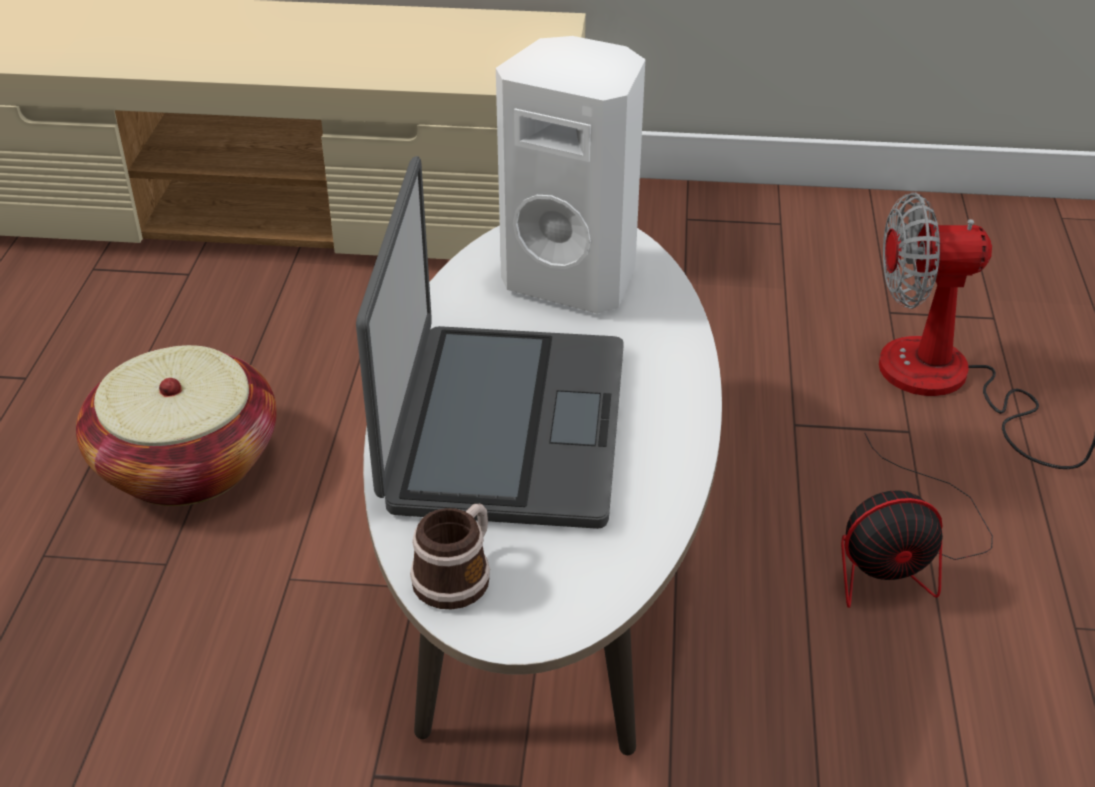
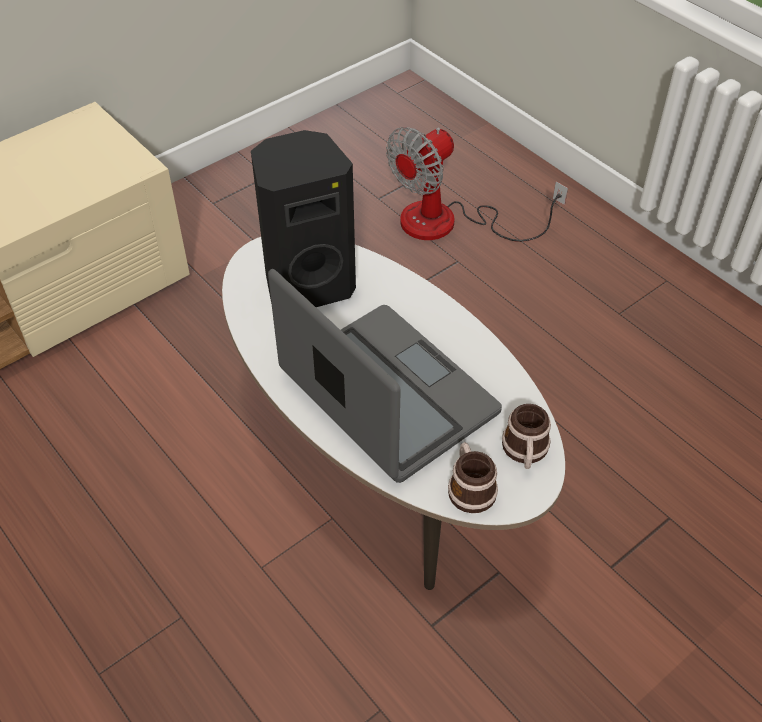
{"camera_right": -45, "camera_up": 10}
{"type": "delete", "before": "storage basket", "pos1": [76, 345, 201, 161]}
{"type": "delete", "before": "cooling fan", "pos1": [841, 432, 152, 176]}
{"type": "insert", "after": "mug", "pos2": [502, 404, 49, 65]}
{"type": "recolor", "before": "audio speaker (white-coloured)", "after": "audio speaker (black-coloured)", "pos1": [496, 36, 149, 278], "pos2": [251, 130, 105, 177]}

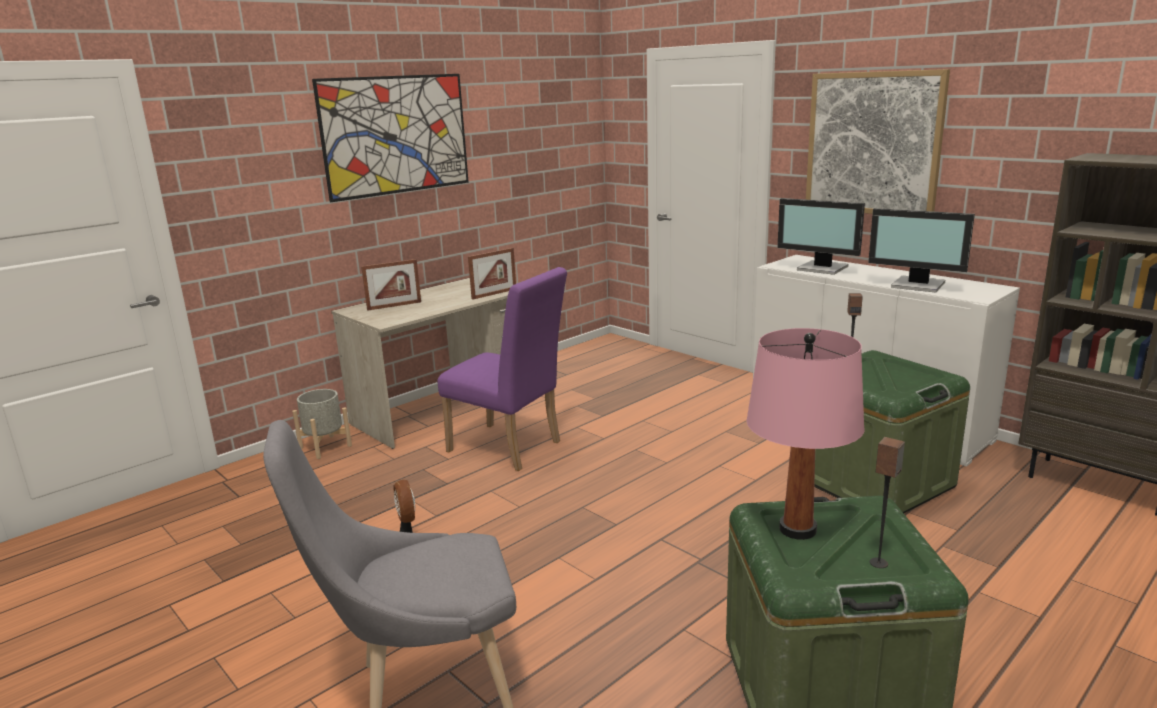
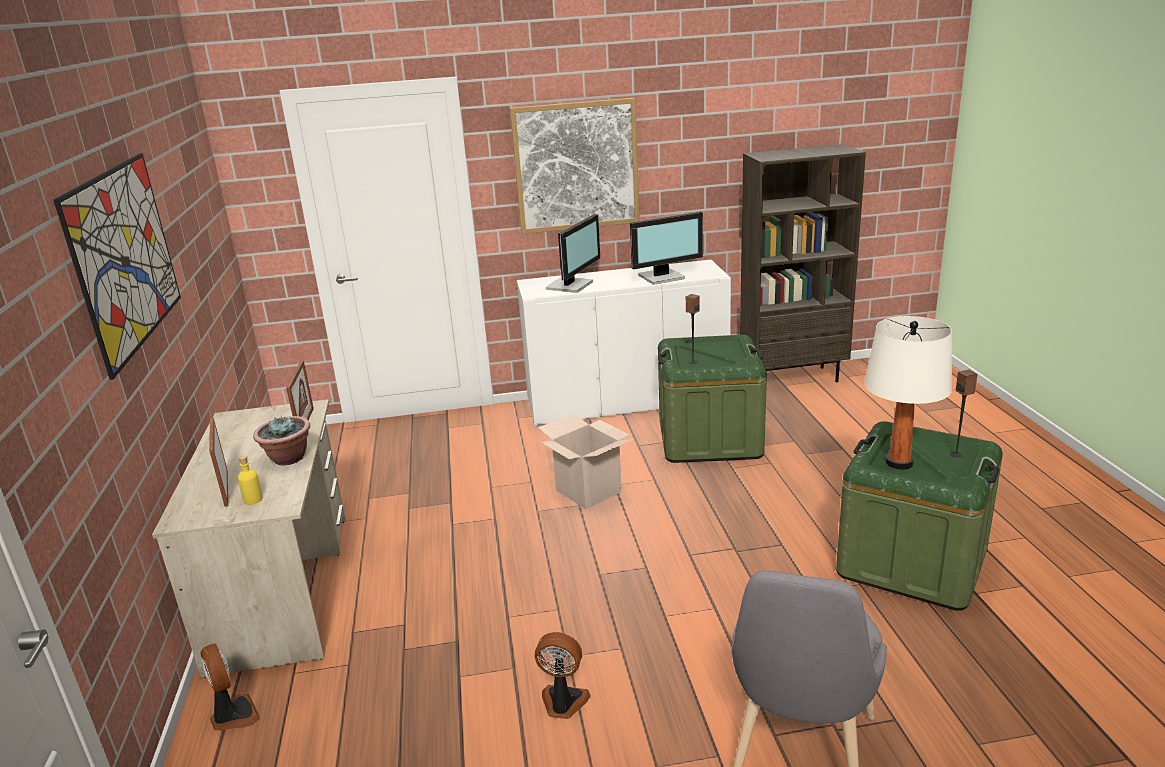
{"camera_right": -55, "camera_up": 5}
{"type": "delete", "before": "upright chair (purple-coloured)", "pos1": [437, 267, 130, 204]}
{"type": "insert", "after": "bottle (yellow-coloured)", "pos2": [238, 455, 25, 50]}
{"type": "insert", "after": "potted plant", "pos2": [253, 415, 57, 50]}
{"type": "insert", "after": "cardboard box", "pos2": [538, 413, 95, 96]}
{"type": "replace", "before": "planter (gray)", "after": "cooling fan", "pos1": [292, 389, 60, 70], "pos2": [200, 644, 60, 87]}
{"type": "recolor", "before": "lamp for a table (pinkish)", "after": "lamp for a table (white-coloured)", "pos1": [746, 328, 119, 212], "pos2": [865, 316, 87, 153]}
{"type": "rotate", "before": "standing frame", "pos1": [361, 259, 60, 52], "pos2": [209, 417, 19, 90], "turn": 150}
{"type": "rotate", "before": "computer display", "pos1": [777, 198, 88, 77], "pos2": [546, 214, 54, 79], "turn": -45}

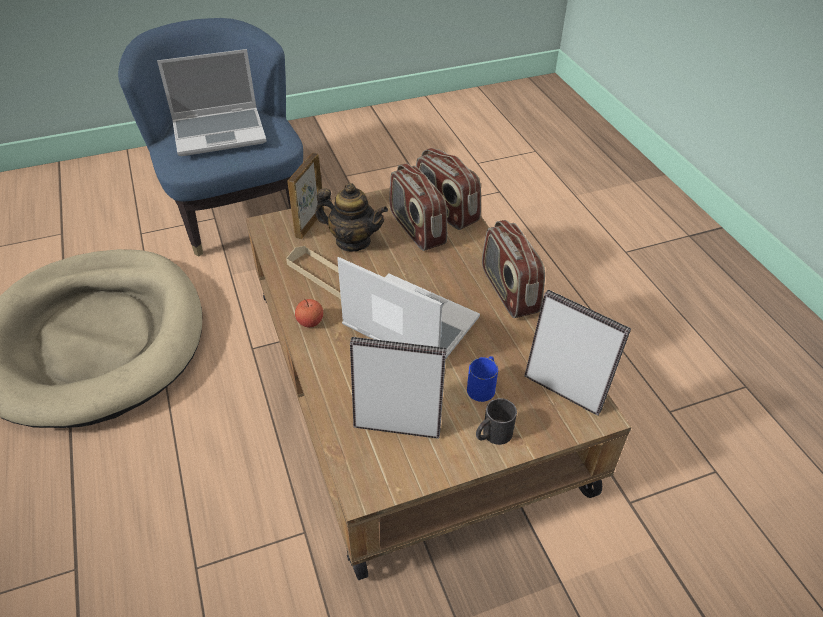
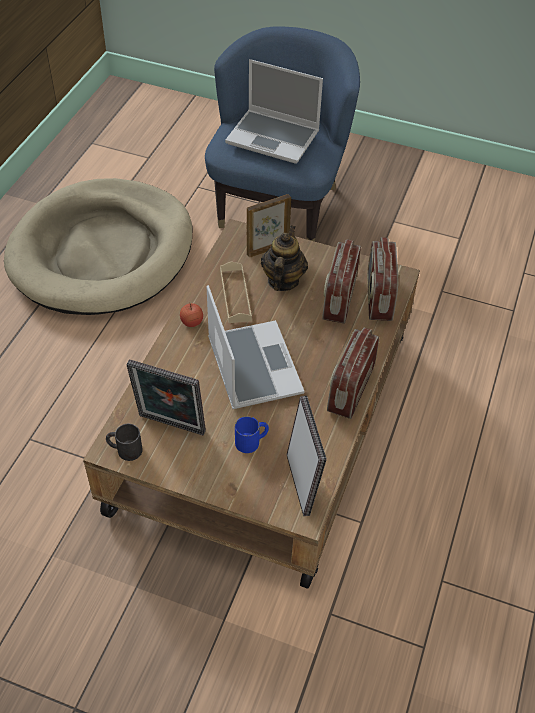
{"camera_right": 40, "camera_up": 5}
{"type": "move", "before": "mug (black-coloured)", "pos1": [476, 398, 41, 47], "pos2": [106, 424, 37, 37]}
{"type": "rotate", "before": "tea pot", "pos1": [315, 183, 73, 68], "pos2": [261, 225, 47, 66], "turn": -135}
{"type": "rotate", "before": "standing frame", "pos1": [350, 337, 96, 102], "pos2": [126, 359, 80, 76], "turn": 150}

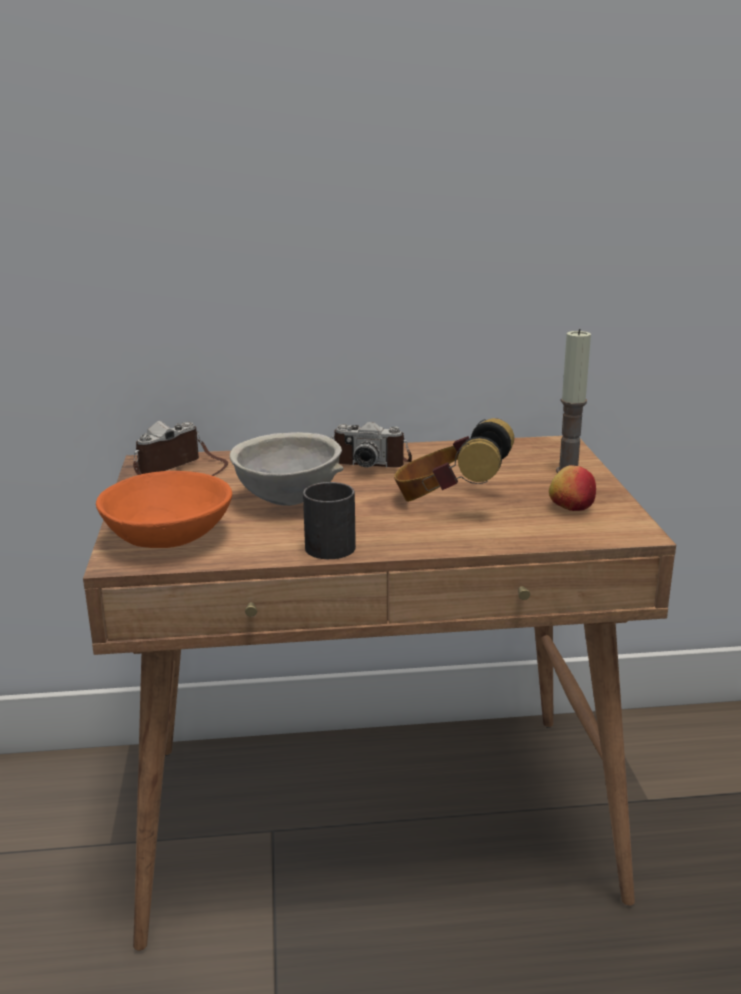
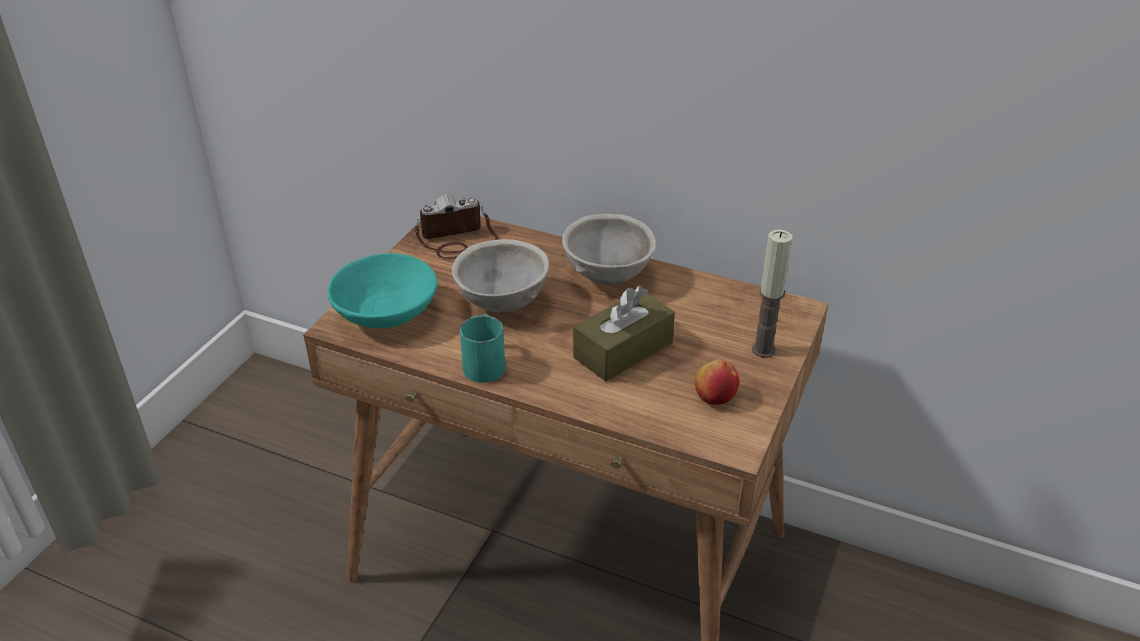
{"camera_right": 30, "camera_up": 15}
{"type": "replace", "before": "still camera", "after": "deep dish (gray)", "pos1": [331, 422, 81, 46], "pos2": [562, 214, 94, 70]}
{"type": "replace", "before": "pair of headphones", "after": "tissue holder (brown)", "pos1": [394, 418, 120, 84], "pos2": [573, 286, 102, 95]}
{"type": "recolor", "before": "deep dish (orange-coloured)", "after": "deep dish (turquoise)", "pos1": [96, 471, 136, 77], "pos2": [328, 253, 110, 75]}
{"type": "recolor", "before": "mug (black-coloured)", "after": "mug (turquoise)", "pos1": [303, 482, 53, 77], "pos2": [460, 314, 45, 69]}

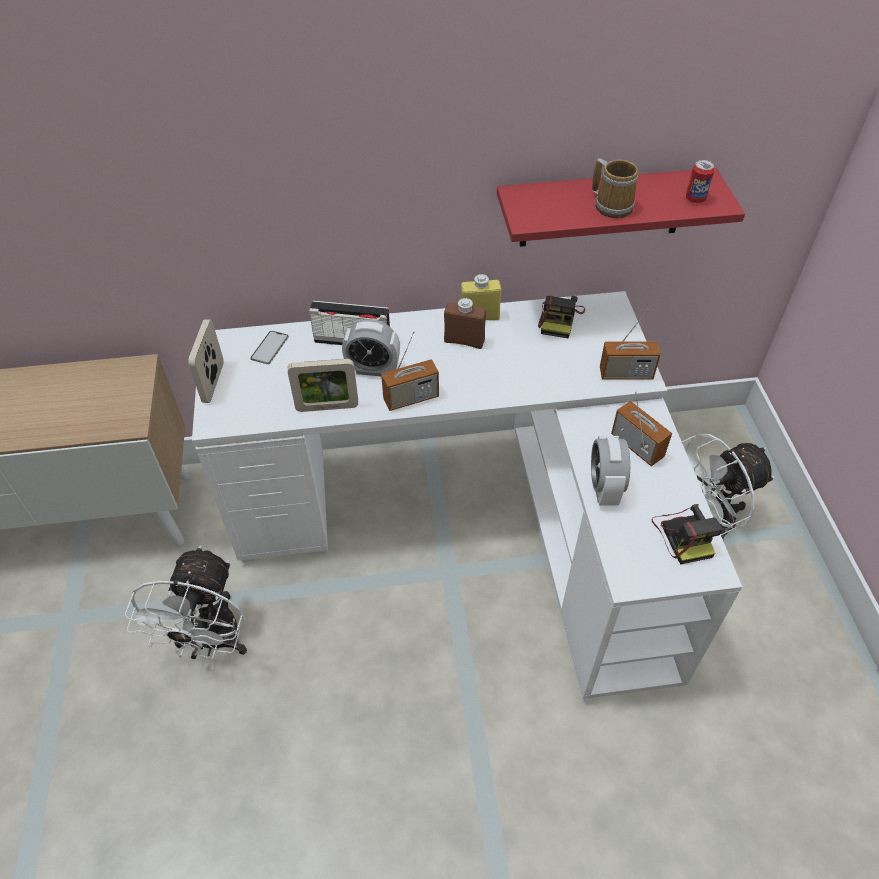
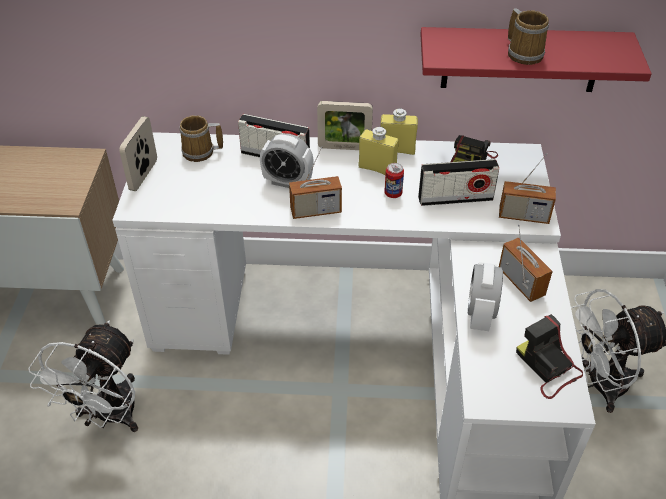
{"camera_right": 10, "camera_up": -5}
{"type": "insert", "after": "radio receiver", "pos2": [418, 159, 81, 47]}
{"type": "move", "before": "standing frame", "pos1": [288, 359, 70, 53], "pos2": [317, 101, 56, 49]}
{"type": "move", "before": "metal can", "pos1": [686, 160, 29, 43], "pos2": [384, 163, 20, 35]}
{"type": "replace", "before": "telephone", "after": "mug", "pos1": [250, 331, 39, 33], "pos2": [179, 116, 44, 46]}
{"type": "recolor", "before": "bottle (brown)", "after": "bottle (yellow-coloured)", "pos1": [444, 298, 42, 51], "pos2": [359, 127, 40, 48]}
{"type": "rotate", "before": "still camera", "pos1": [652, 504, 71, 60], "pos2": [516, 314, 67, 85], "turn": 150}

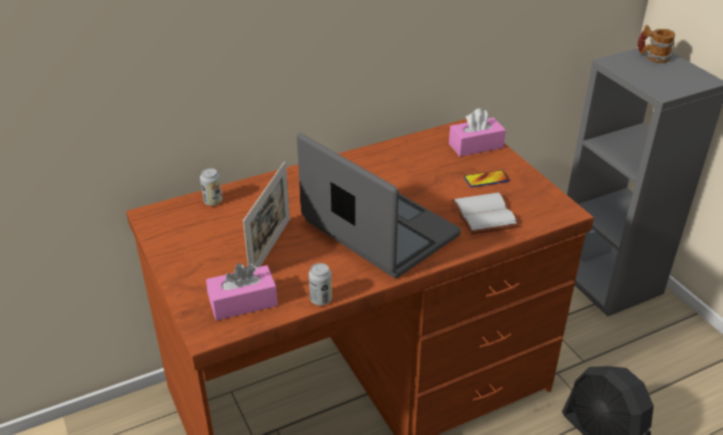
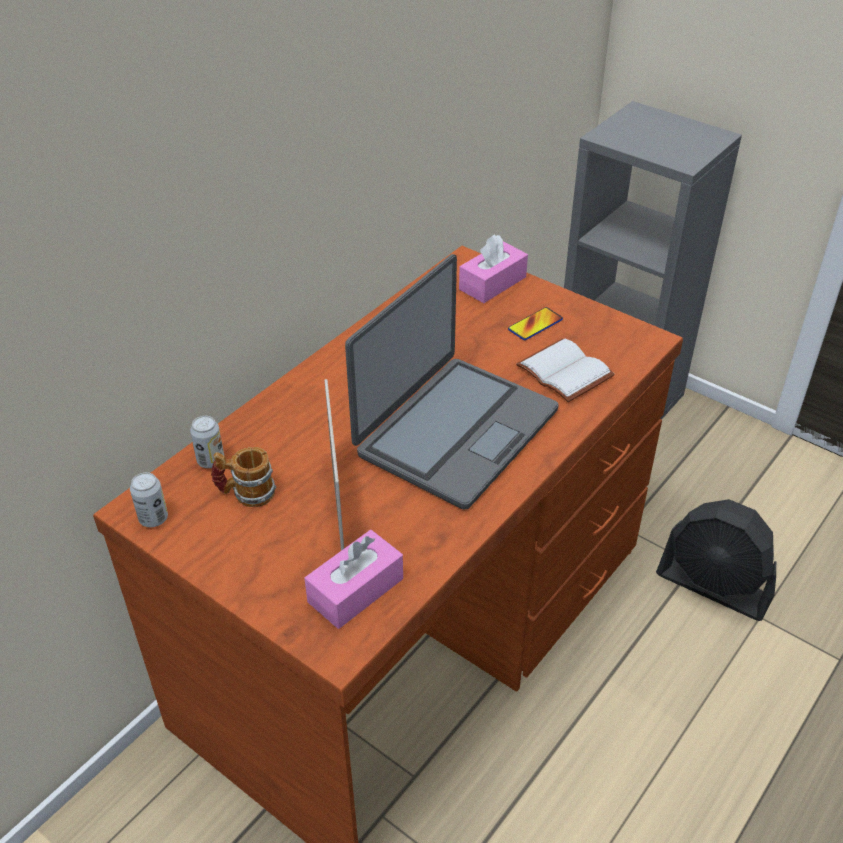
{"camera_right": -25, "camera_up": 5}
{"type": "move", "before": "metal can", "pos1": [309, 263, 23, 43], "pos2": [130, 472, 38, 55]}
{"type": "move", "before": "mug", "pos1": [638, 25, 37, 38], "pos2": [211, 447, 65, 60]}
{"type": "rotate", "before": "notebook computer", "pos1": [297, 133, 164, 145], "pos2": [345, 254, 214, 256], "turn": 105}

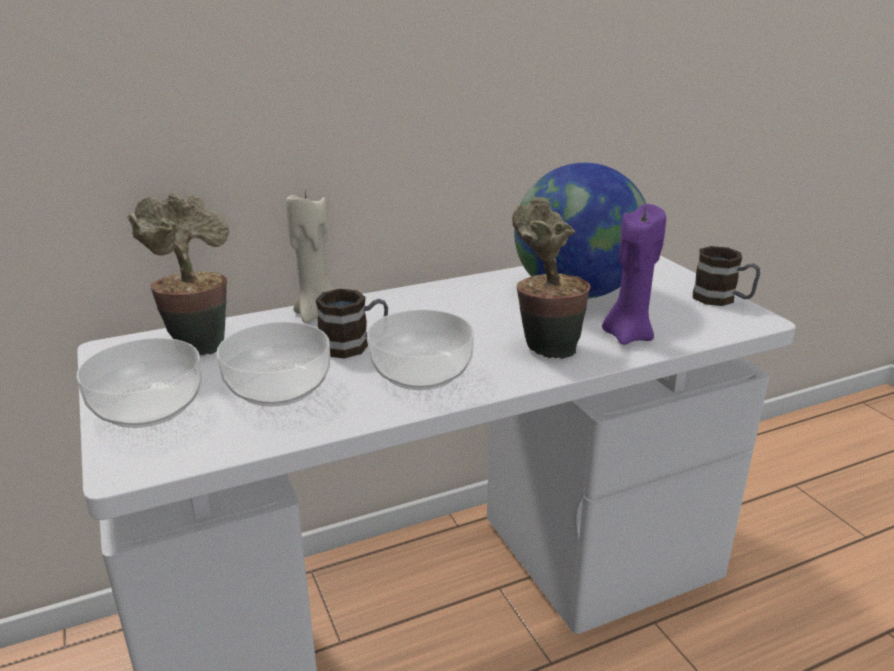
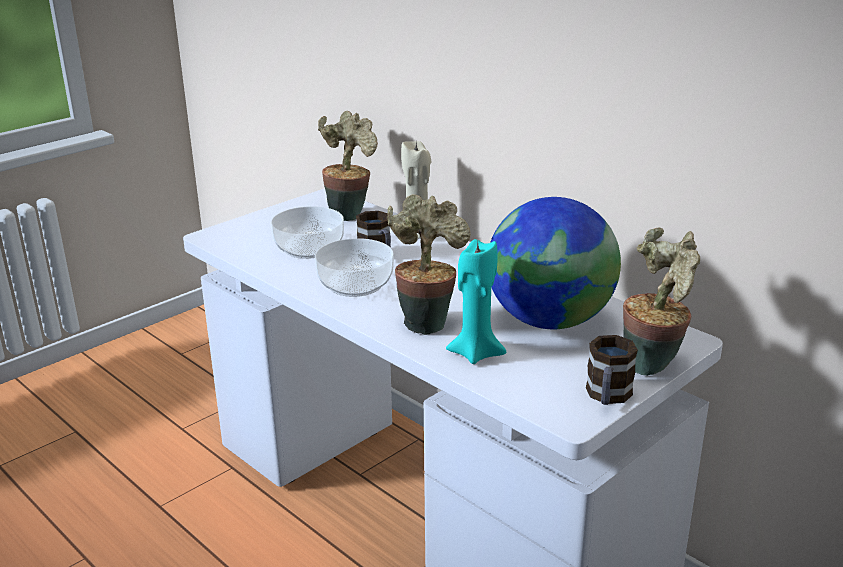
{"camera_right": 70, "camera_up": 0}
{"type": "delete", "before": "deep dish", "pos1": [76, 338, 126, 90]}
{"type": "insert", "after": "potted plant", "pos2": [623, 228, 77, 148]}
{"type": "recolor", "before": "wax candle (purple-coloured)", "after": "wax candle (turquoise)", "pos1": [602, 204, 64, 141], "pos2": [446, 239, 60, 125]}

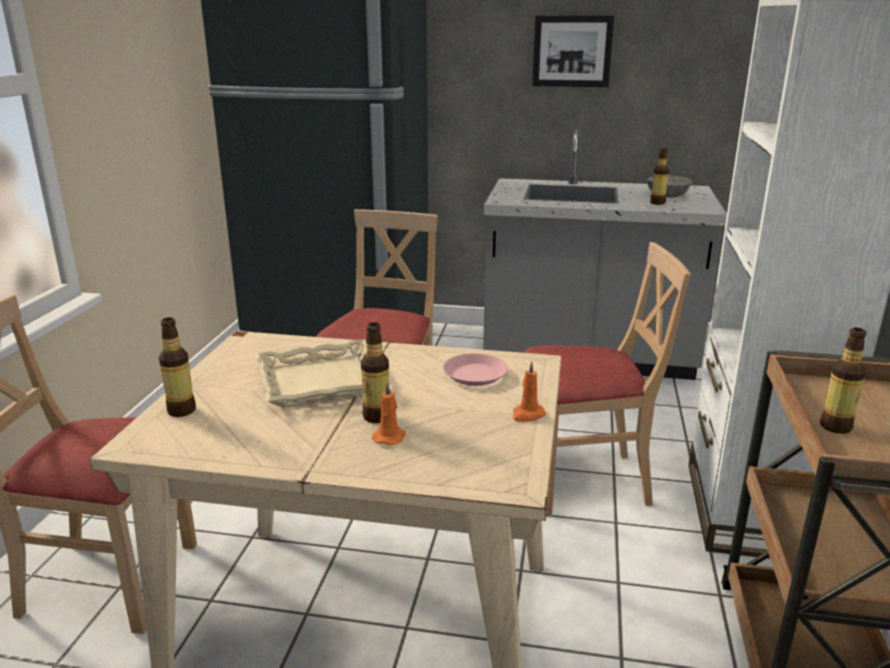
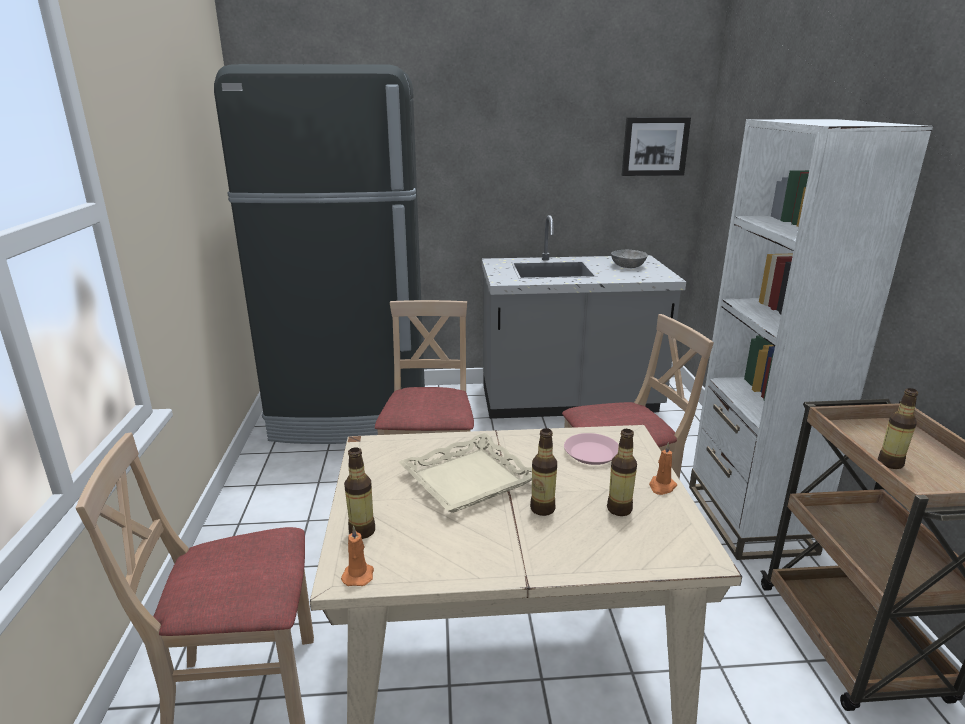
{"camera_right": -15, "camera_up": 0}
{"type": "move", "before": "wax candle (orange-coloured)", "pos1": [372, 381, 34, 64], "pos2": [341, 525, 33, 61]}
{"type": "move", "before": "picture", "pos1": [532, 15, 82, 72], "pos2": [622, 117, 69, 59]}
{"type": "move", "before": "bottle", "pos1": [650, 148, 19, 57], "pos2": [607, 429, 30, 87]}

